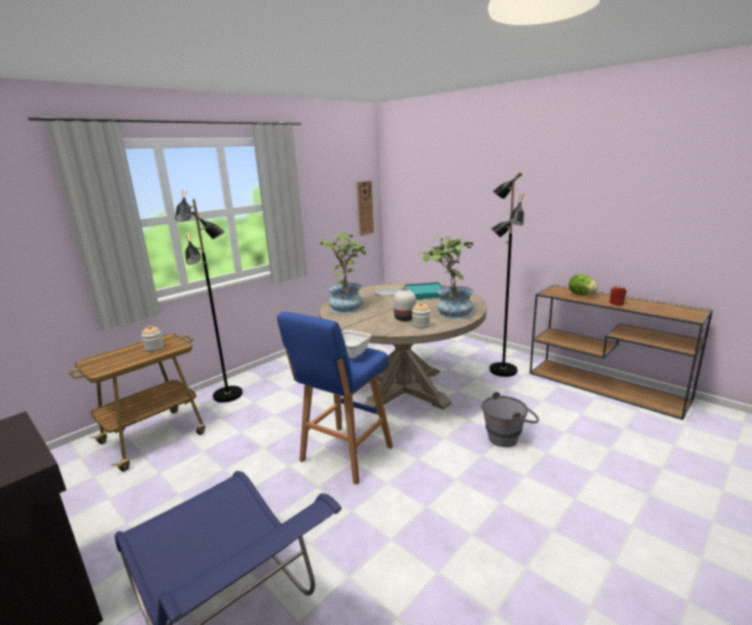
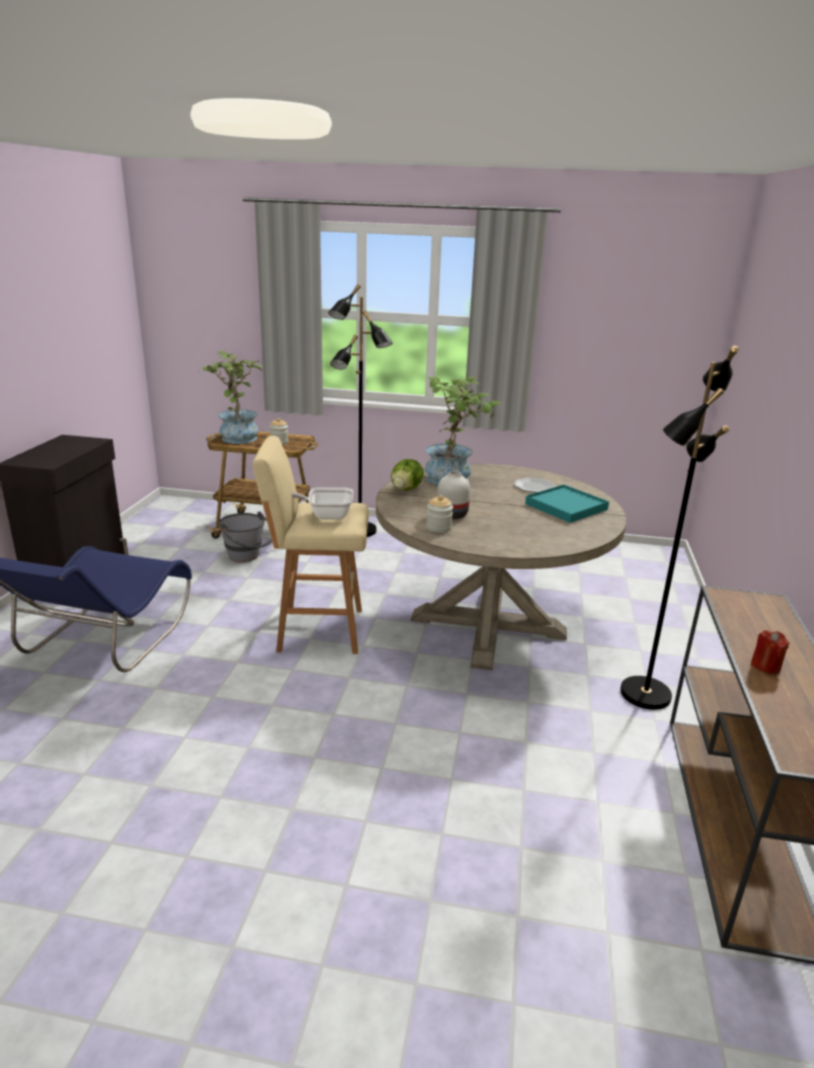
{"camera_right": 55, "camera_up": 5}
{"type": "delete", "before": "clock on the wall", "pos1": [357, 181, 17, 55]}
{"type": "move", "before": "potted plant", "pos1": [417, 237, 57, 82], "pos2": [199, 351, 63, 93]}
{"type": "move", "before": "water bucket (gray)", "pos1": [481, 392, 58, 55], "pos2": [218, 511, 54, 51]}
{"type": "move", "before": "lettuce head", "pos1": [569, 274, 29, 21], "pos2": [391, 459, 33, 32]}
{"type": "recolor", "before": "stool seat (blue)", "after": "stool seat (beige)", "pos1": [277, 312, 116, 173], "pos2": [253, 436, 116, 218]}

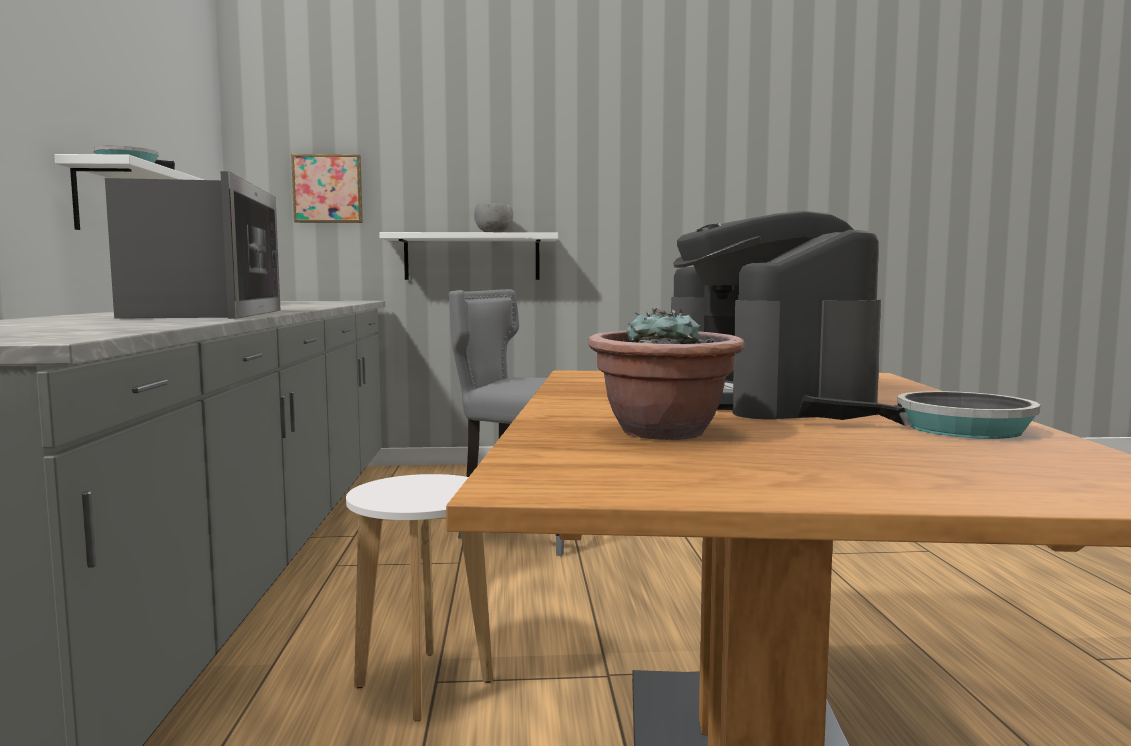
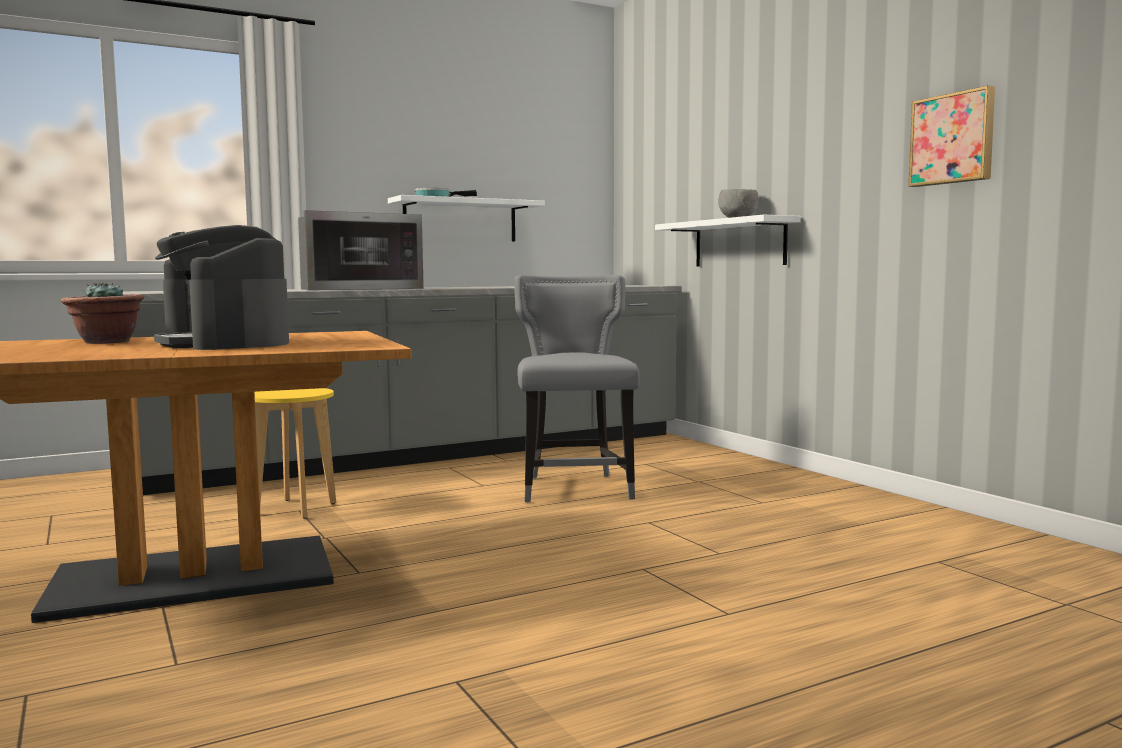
{"camera_right": 65, "camera_up": 0}
{"type": "delete", "before": "frying pan", "pos1": [798, 391, 242, 48]}
{"type": "move", "before": "picture", "pos1": [291, 154, 72, 69], "pos2": [908, 86, 87, 101]}
{"type": "recolor", "before": "stool seat (white-coloured)", "after": "stool seat (yellow-coloured)", "pos1": [346, 474, 147, 247], "pos2": [255, 388, 81, 131]}
{"type": "rotate", "before": "coffee machine", "pos1": [671, 211, 210, 208], "pos2": [154, 225, 135, 125], "turn": -90}

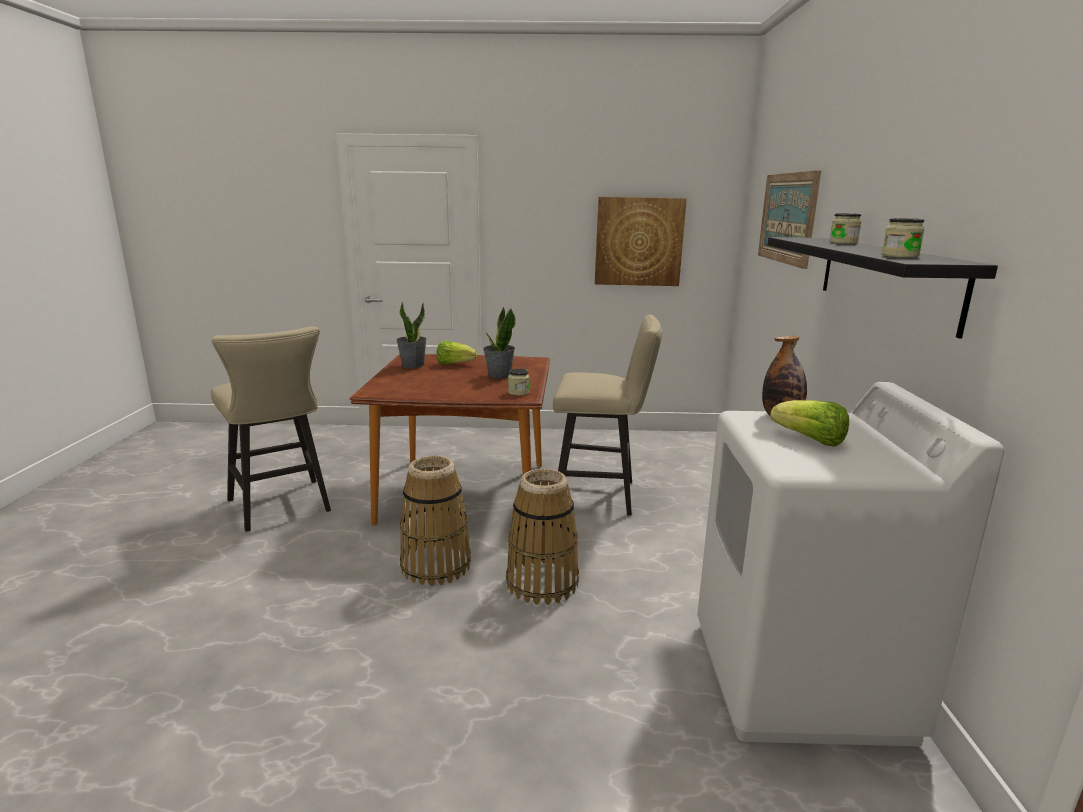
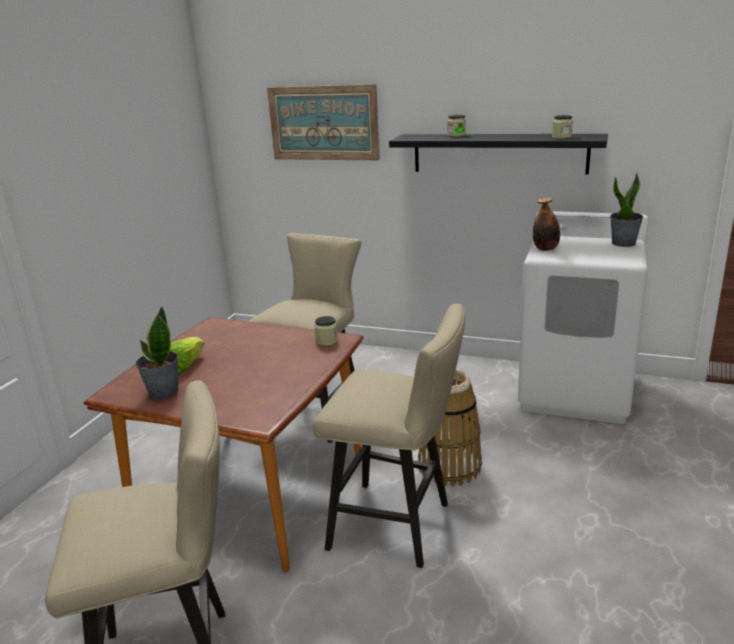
{"camera_right": -70, "camera_up": 5}
{"type": "delete", "before": "picture", "pos1": [595, 197, 92, 89]}
{"type": "delete", "before": "lettuce head", "pos1": [770, 400, 79, 47]}
{"type": "move", "before": "potted plant", "pos1": [483, 306, 33, 73], "pos2": [610, 172, 34, 75]}
{"type": "replace", "before": "storage basket", "after": "stool seat (beige)", "pos1": [400, 456, 71, 130], "pos2": [313, 304, 152, 264]}

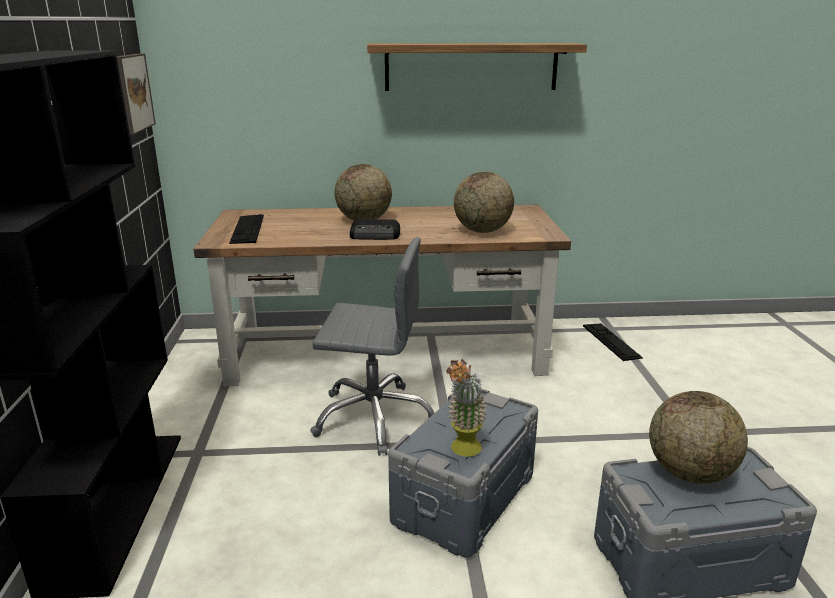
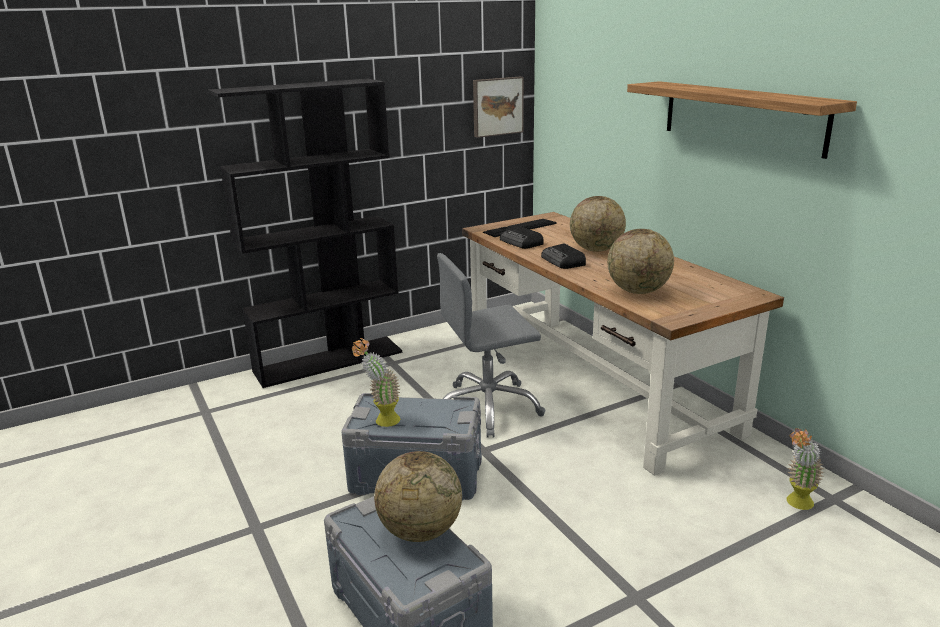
{"camera_right": 65, "camera_up": 0}
{"type": "insert", "after": "radio receiver", "pos2": [500, 226, 44, 23]}
{"type": "replace", "before": "PC keyboard", "after": "potted plant", "pos1": [583, 323, 60, 38], "pos2": [787, 428, 37, 82]}
{"type": "rotate", "before": "computer chair (gray)", "pos1": [310, 237, 124, 219], "pos2": [437, 253, 109, 185], "turn": 90}

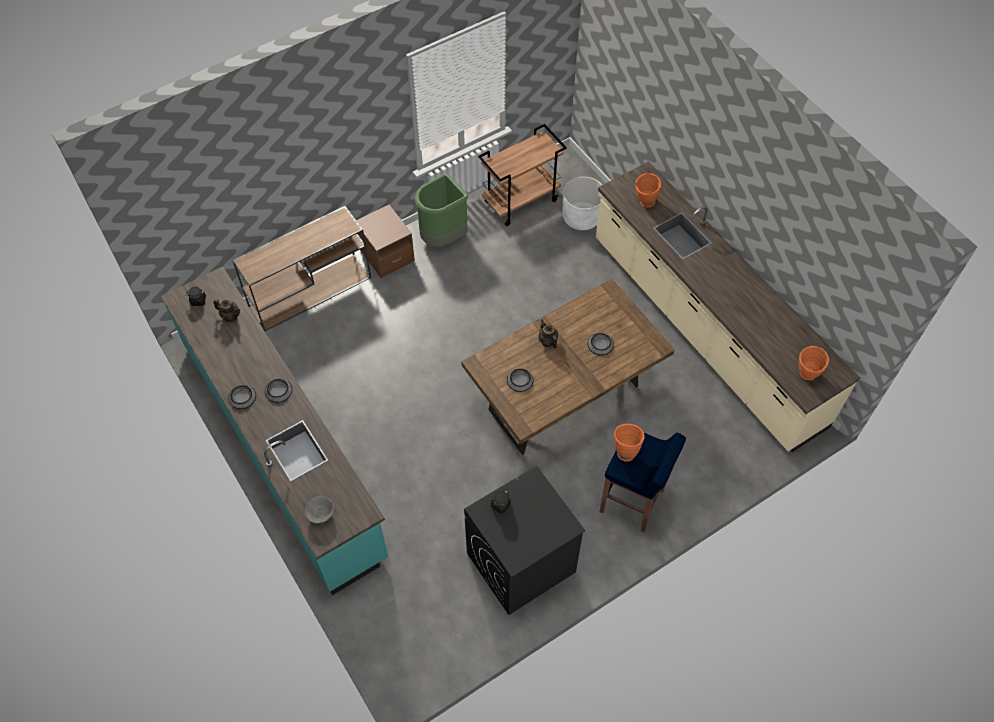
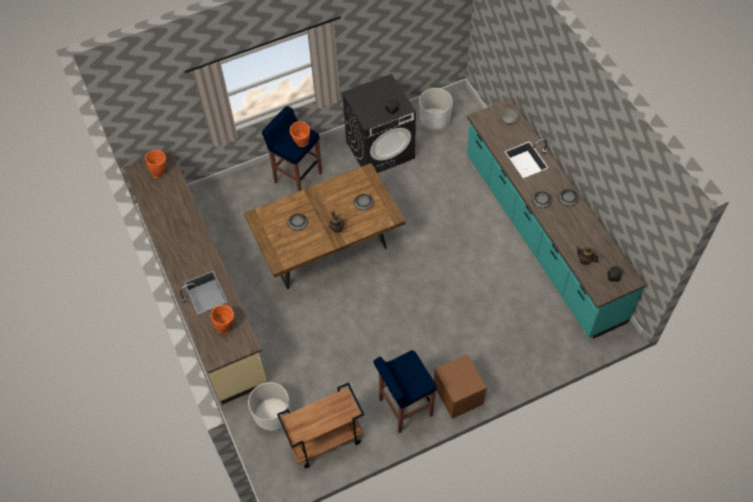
{"camera_right": -170, "camera_up": 0}
{"type": "delete", "before": "narrow table (brown)", "pos1": [232, 206, 139, 125]}
{"type": "insert", "after": "planter (white-coloured)", "pos2": [419, 88, 34, 42]}
{"type": "replace", "before": "rubbish bin (green)", "after": "stool seat (blue)", "pos1": [415, 173, 53, 74], "pos2": [373, 350, 64, 83]}

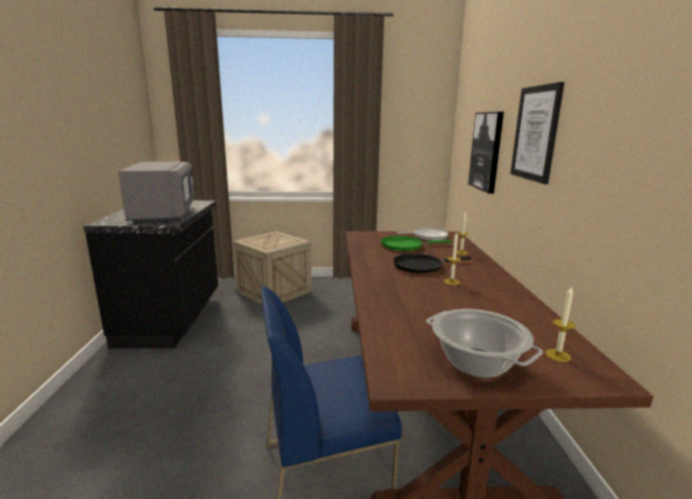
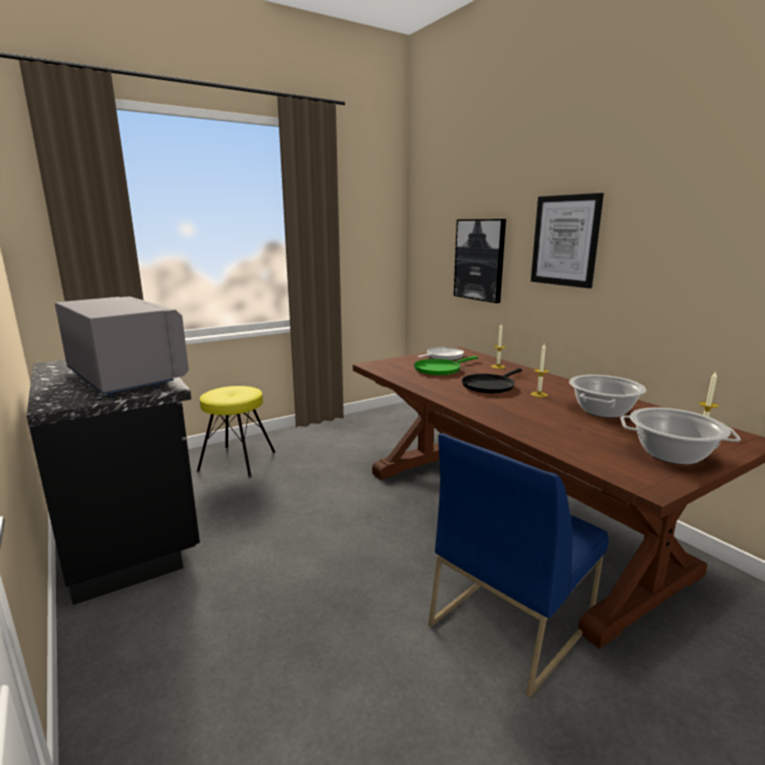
{"camera_right": -30, "camera_up": 0}
{"type": "insert", "after": "cooking pot", "pos2": [569, 375, 77, 43]}
{"type": "replace", "before": "crate", "after": "stool seat (yellow-coloured)", "pos1": [233, 231, 79, 74], "pos2": [197, 386, 79, 92]}

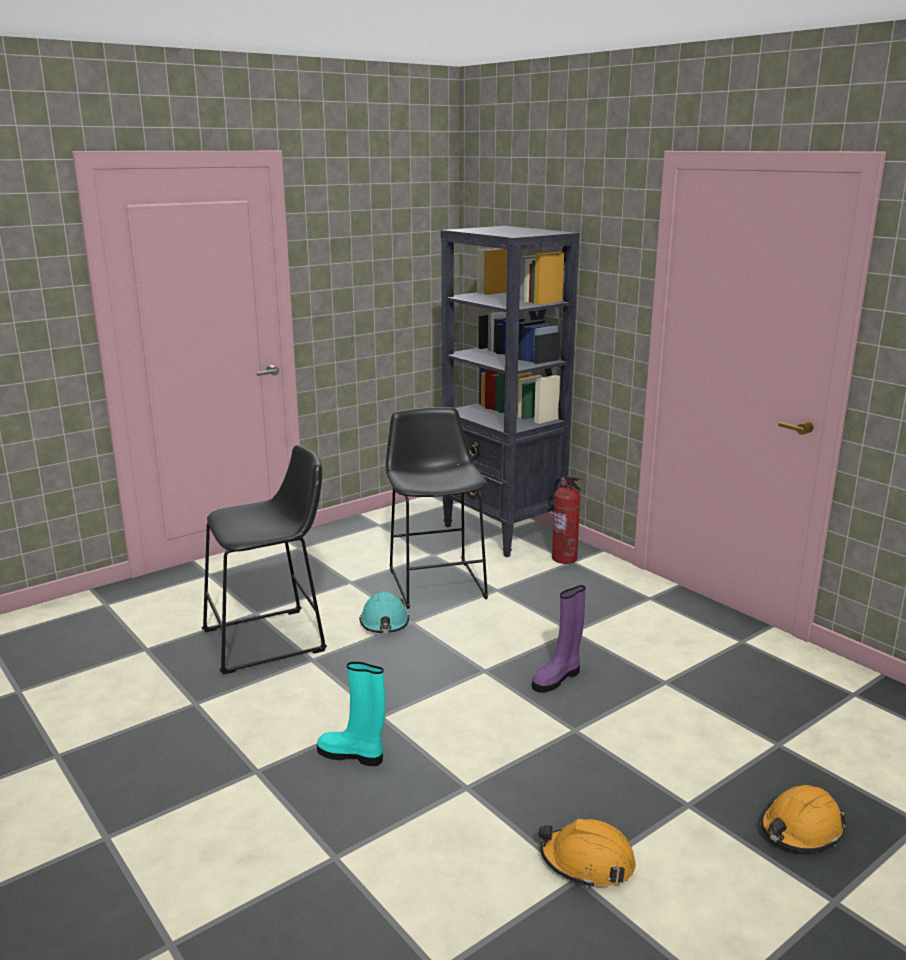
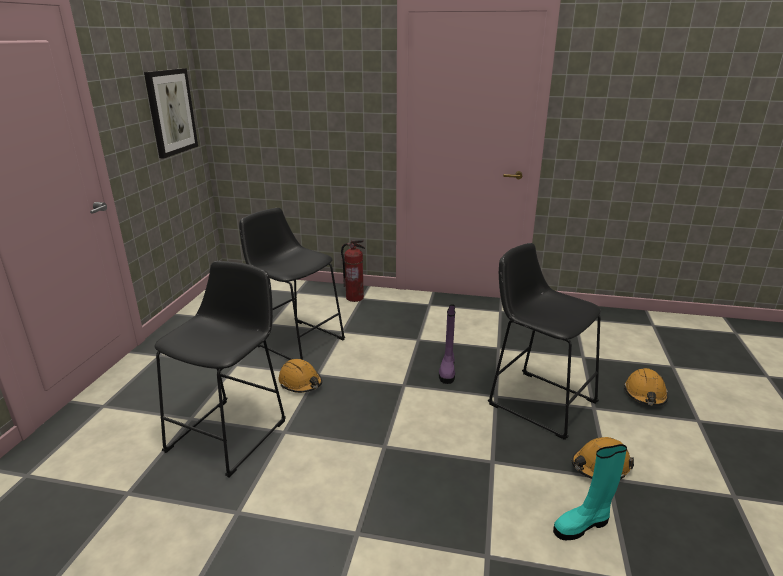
{"camera_right": -40, "camera_up": 5}
{"type": "delete", "before": "bookcase (black-coloured)", "pos1": [441, 226, 139, 331]}
{"type": "insert", "after": "picture", "pos2": [144, 68, 54, 90]}
{"type": "insert", "after": "stool seat (black-coloured)", "pos2": [488, 243, 113, 197]}
{"type": "move", "before": "high-top boot (turquoise)", "pos1": [317, 662, 68, 104], "pos2": [553, 444, 74, 96]}
{"type": "recolor", "before": "safety helmet (turquoise)", "after": "safety helmet (orange-coloured)", "pos1": [359, 591, 50, 42], "pos2": [278, 359, 44, 34]}

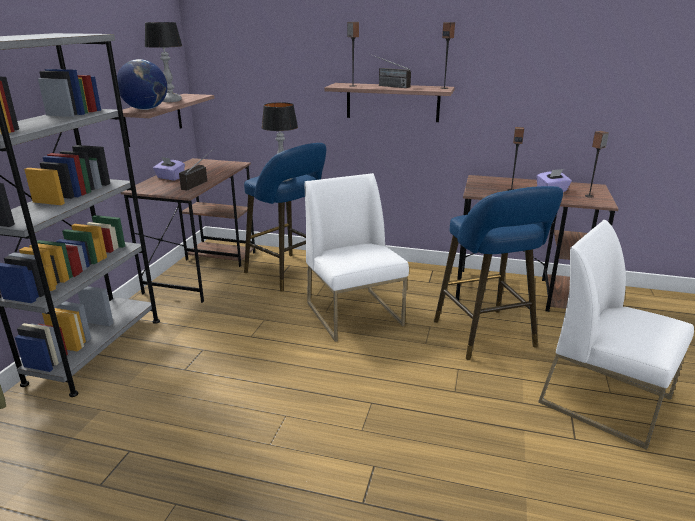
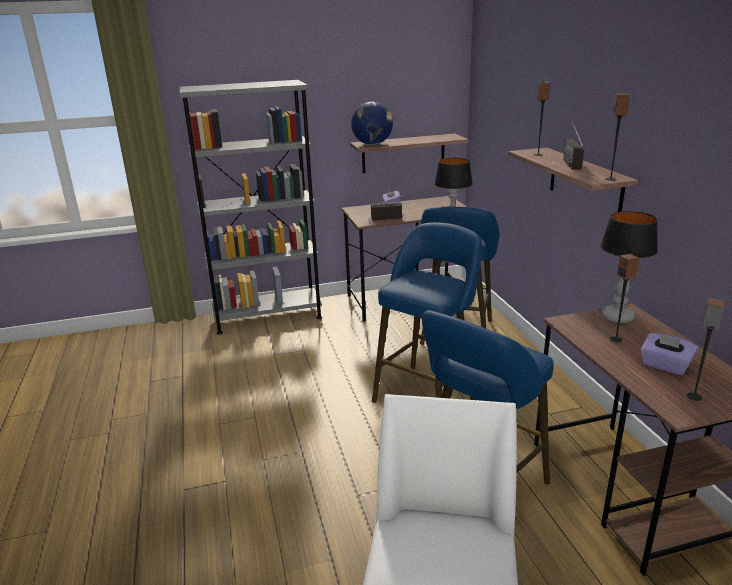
{"camera_right": 60, "camera_up": 0}
{"type": "move", "before": "lamp for a table", "pos1": [145, 22, 37, 80], "pos2": [601, 211, 57, 112]}
{"type": "replace", "before": "upright chair (white-coloured)", "after": "stool seat (blue)", "pos1": [305, 173, 104, 169], "pos2": [372, 222, 110, 181]}

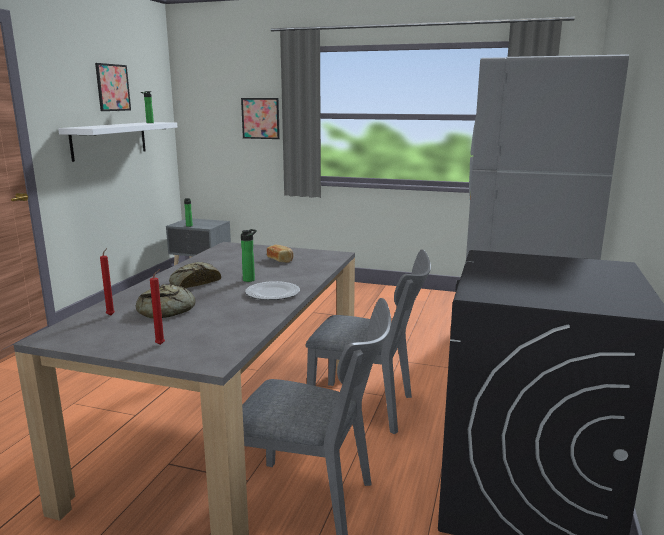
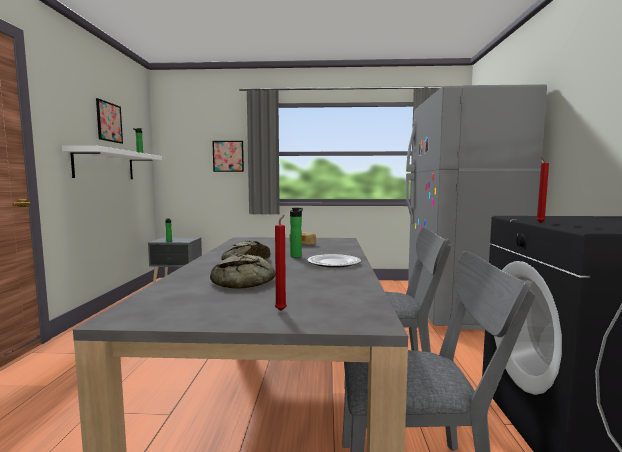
{"camera_right": -15, "camera_up": -10}
{"type": "move", "before": "wax candle (red-coloured)", "pos1": [100, 248, 15, 67], "pos2": [536, 157, 13, 66]}

